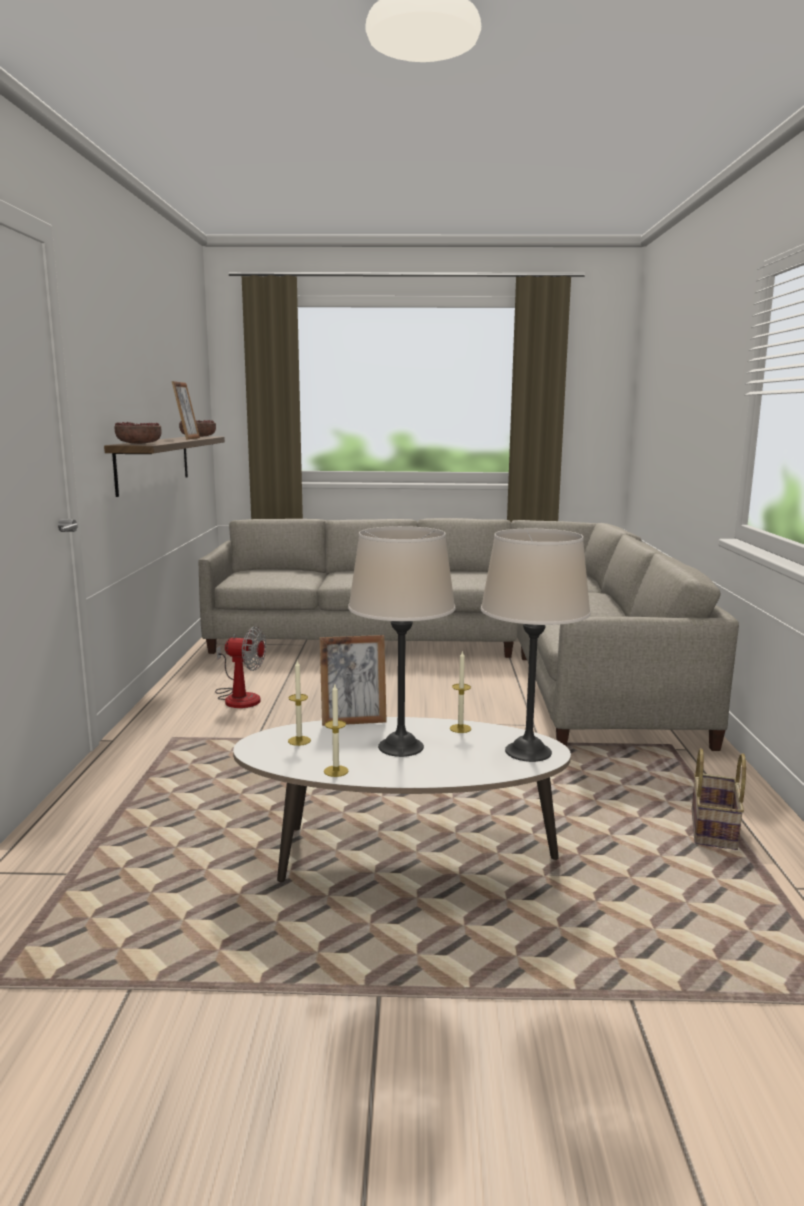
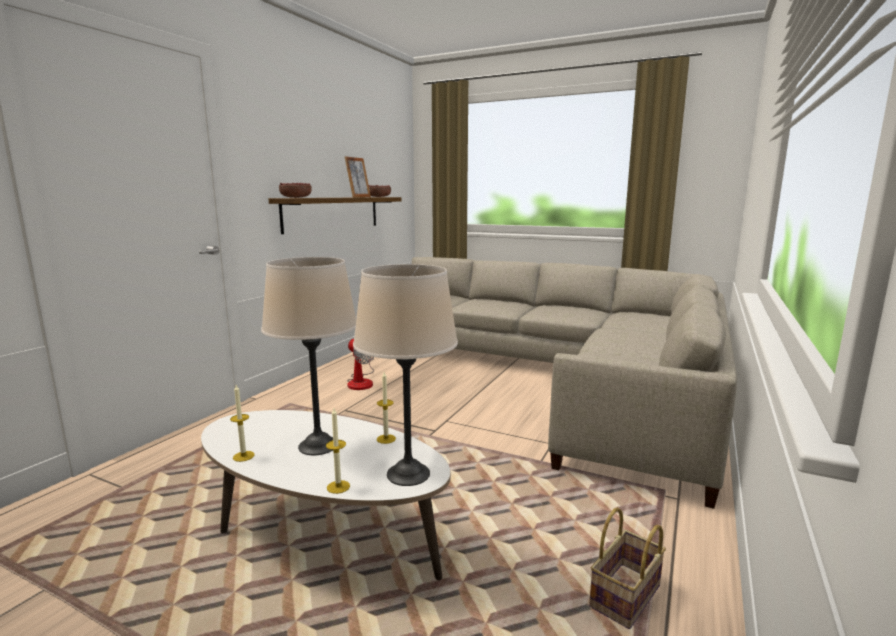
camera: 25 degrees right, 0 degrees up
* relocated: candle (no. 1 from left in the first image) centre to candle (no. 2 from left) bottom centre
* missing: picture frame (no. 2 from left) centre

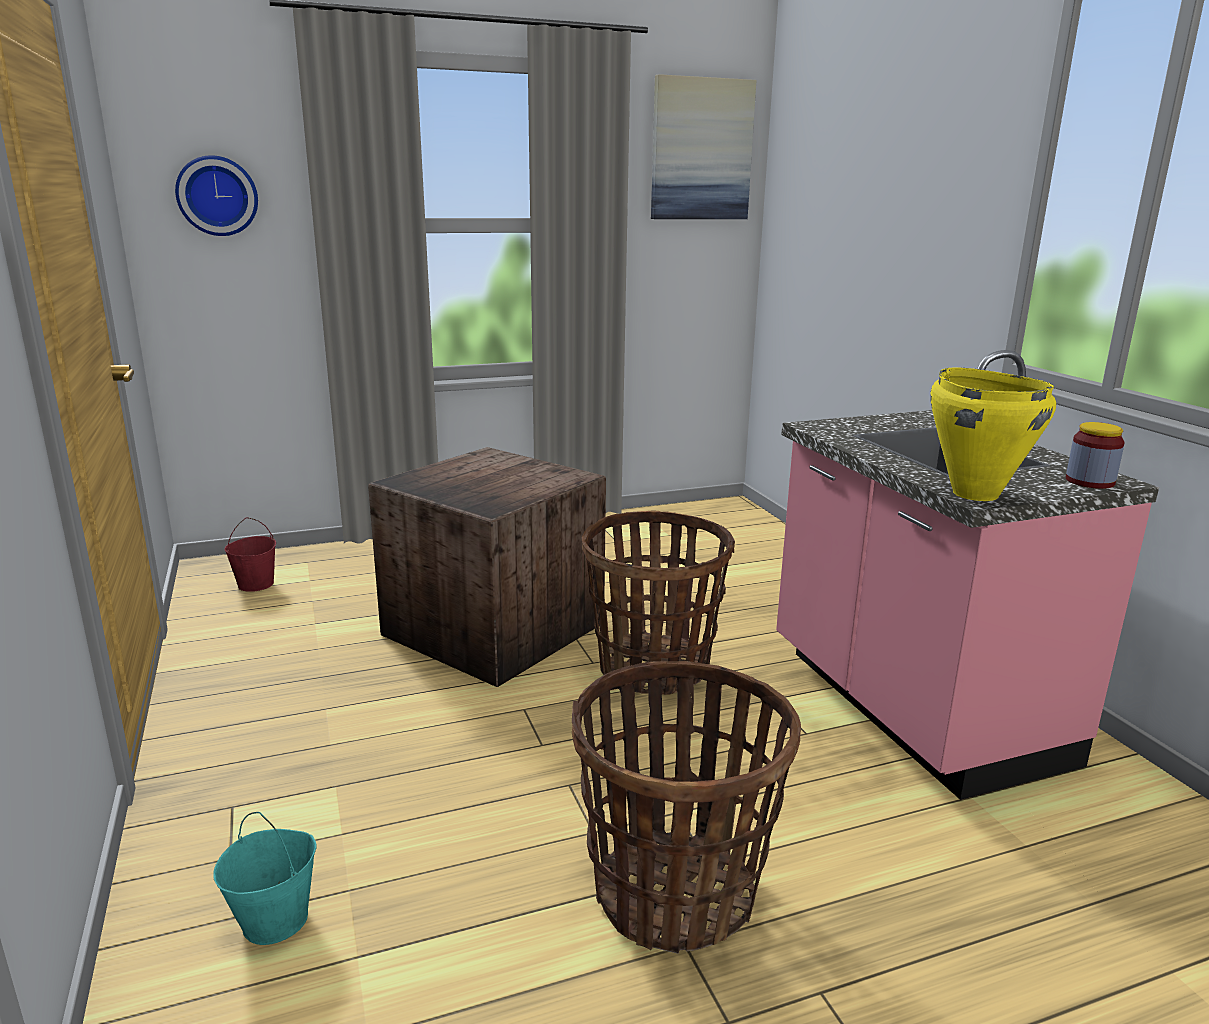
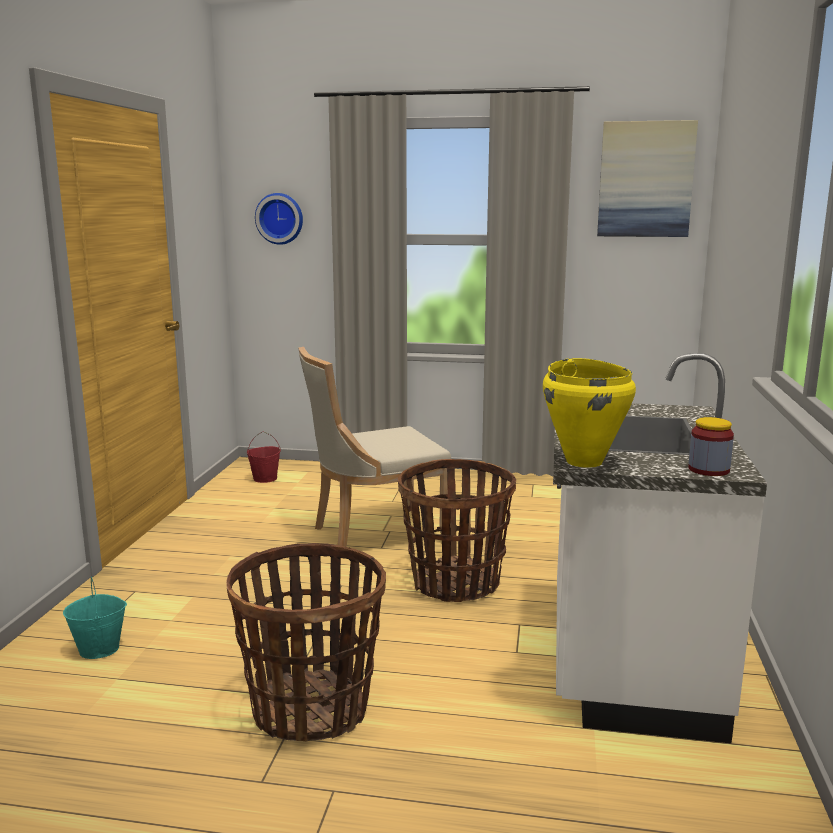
camera: 30 degrees right, 5 degrees down
* exchanged: crate centre to beige chair centre
* colour: pink counter middle right to white counter middle right

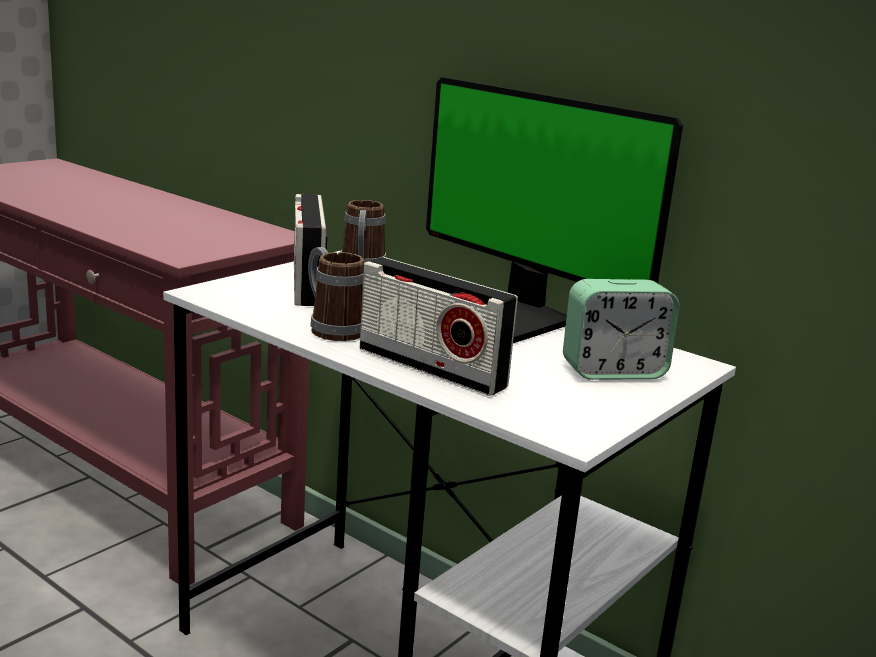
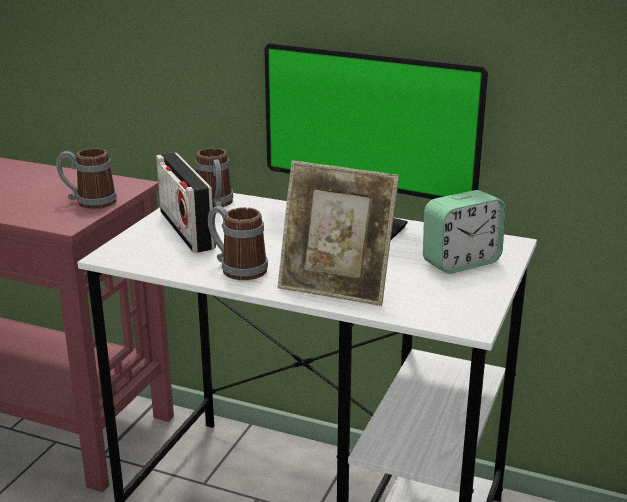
camera: 15 degrees left, 5 degrees up
* appeared: mug (no. 1 from left) middle left
* exchanged: radio (no. 2 from left) centre to picture frame centre

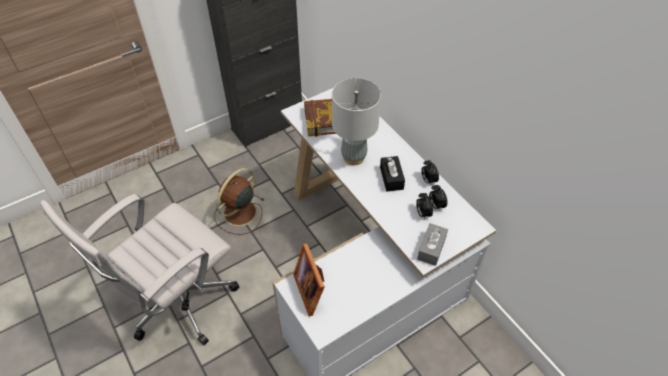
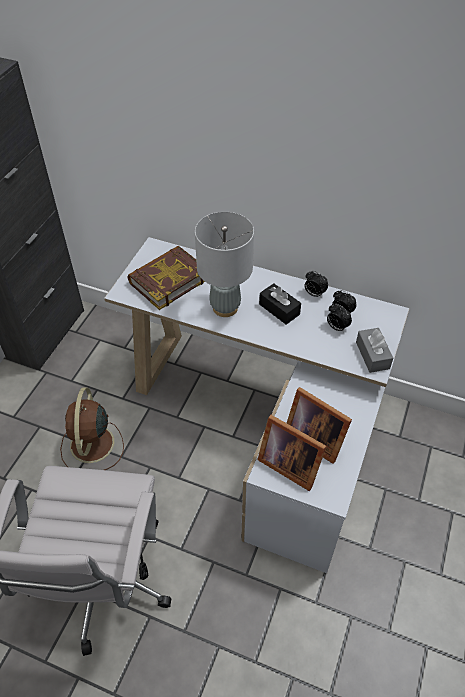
camera: 35 degrees left, 0 degrees up
* appeared: picture frame (no. 2 from left) middle right

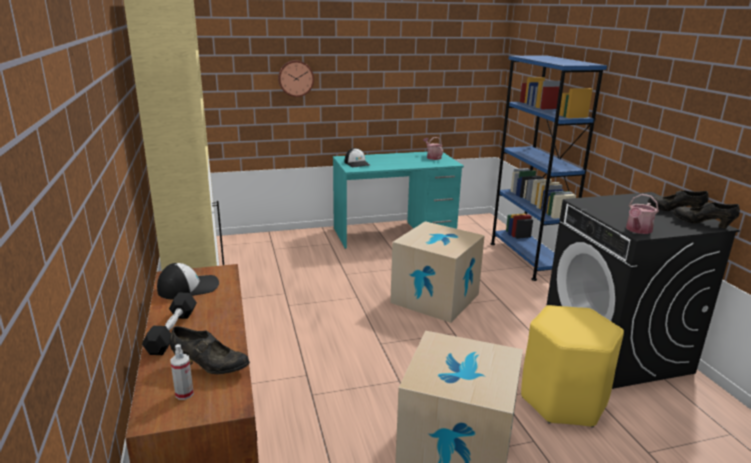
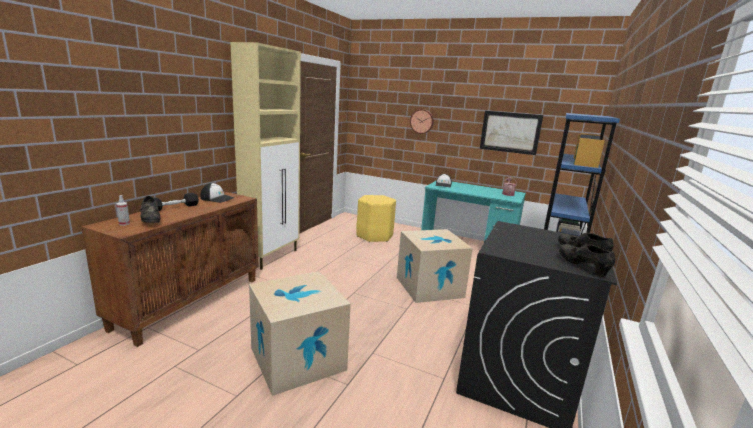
camera: 40 degrees right, 5 degrees down
* relocated: yellow stool bottom right to centre
* appeared: picture top right
* missing: watering can (no. 2 from left) middle right

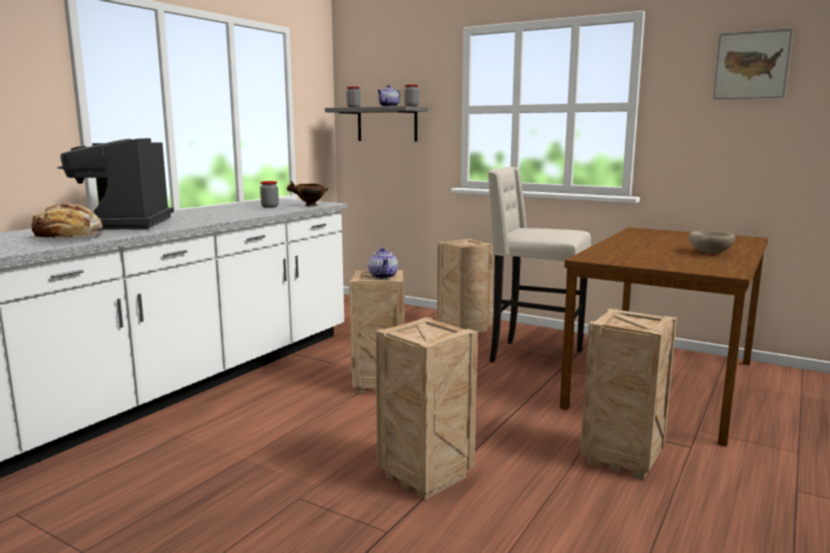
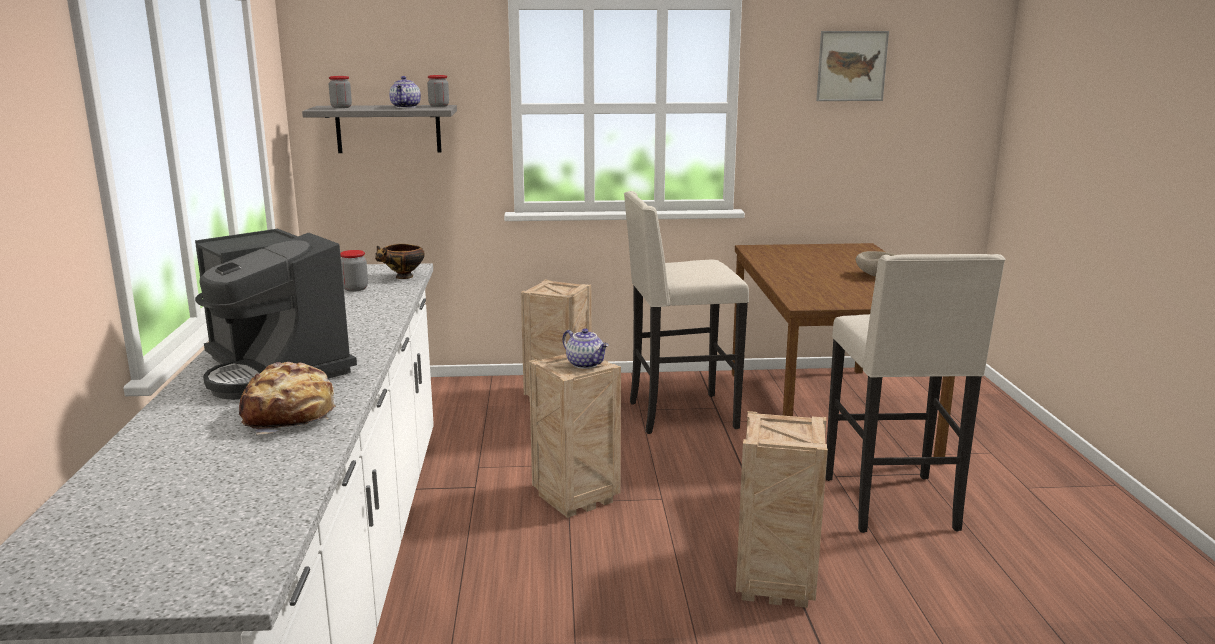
camera: 35 degrees left, 5 degrees up
* exchanged: crate (no. 4 from left) bottom right to beige stool (no. 2 from left) middle right

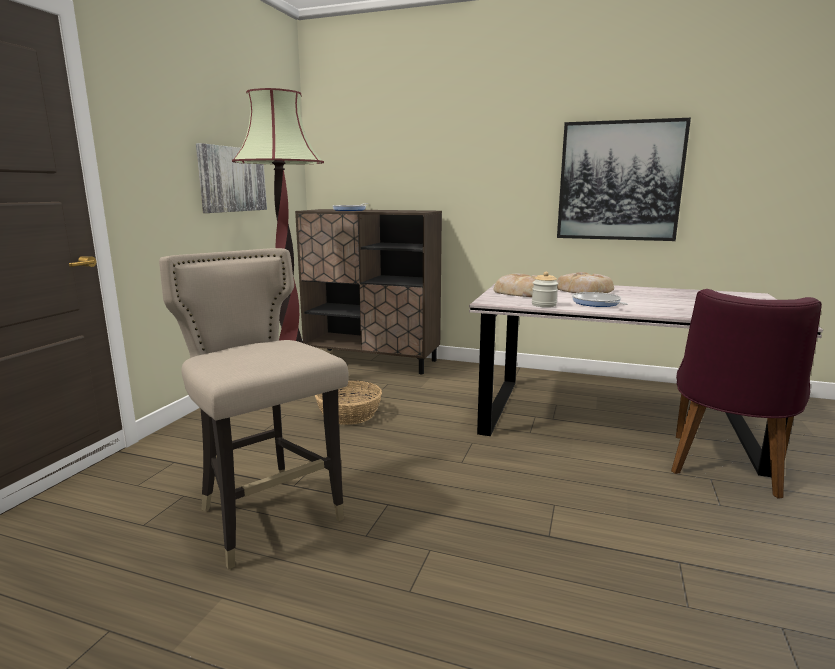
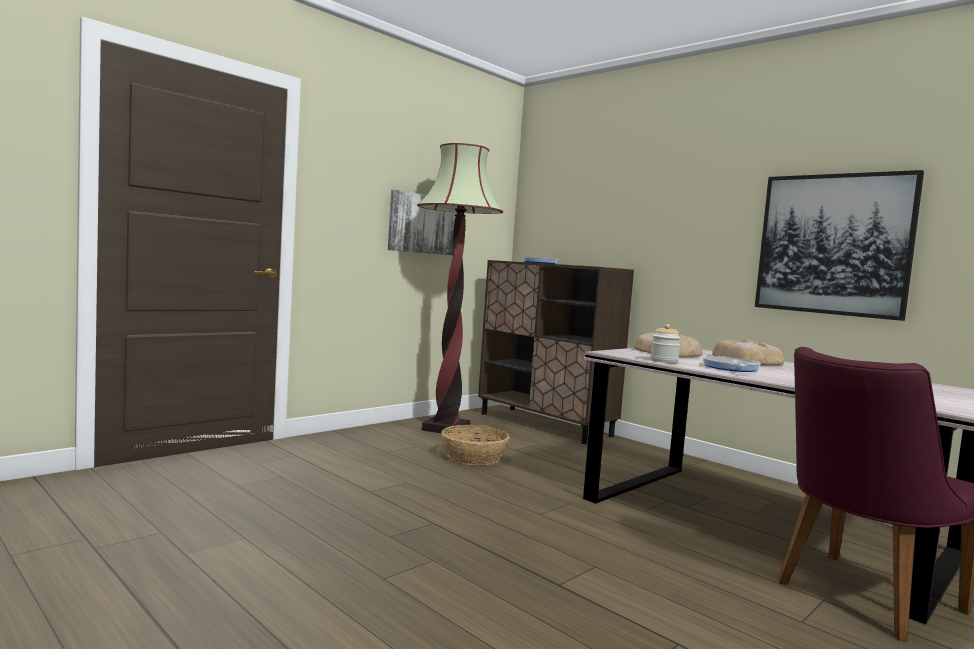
camera: 25 degrees right, 10 degrees down
* missing: beige stool middle left

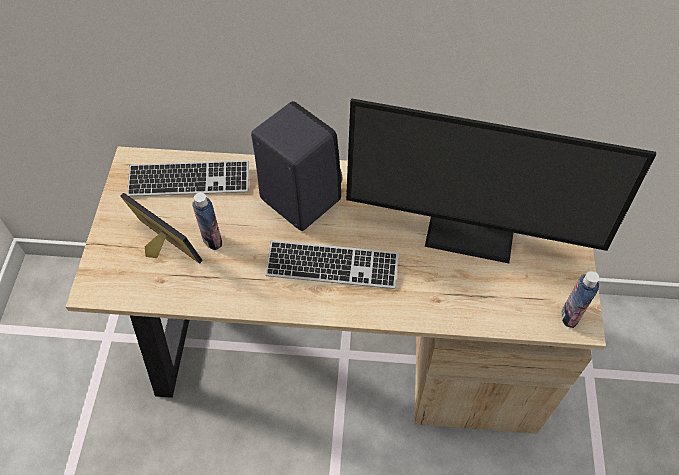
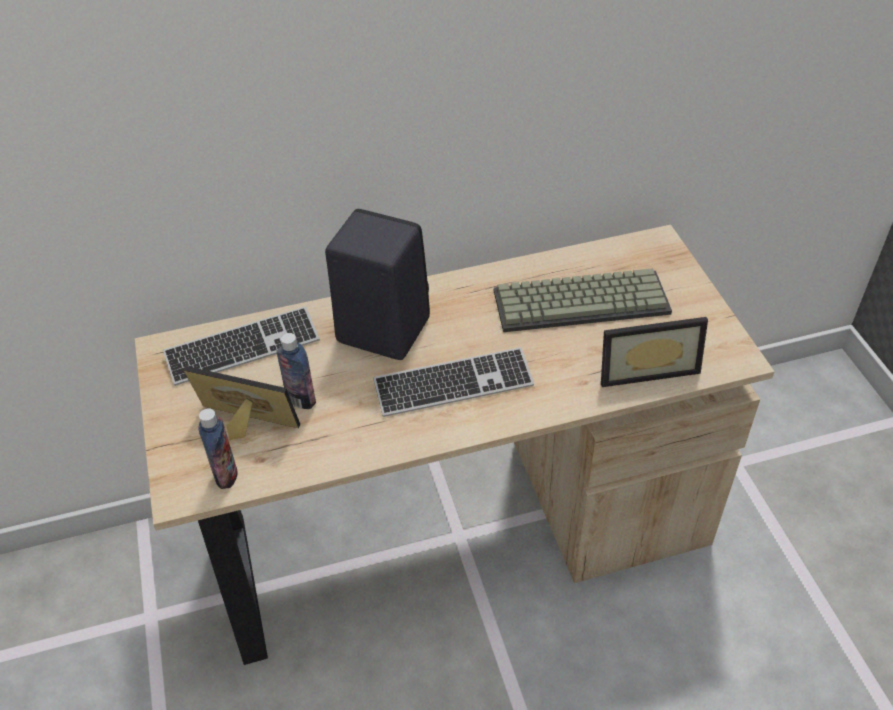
camera: 20 degrees left, 10 degrees down
* relocated: bottle (no. 2 from left in the first image) middle right to bottle (no. 1 from left) middle left
* exchanged: monitor middle right to keyboard (no. 3 from left) centre
* appeared: picture frame (no. 2 from left) middle right

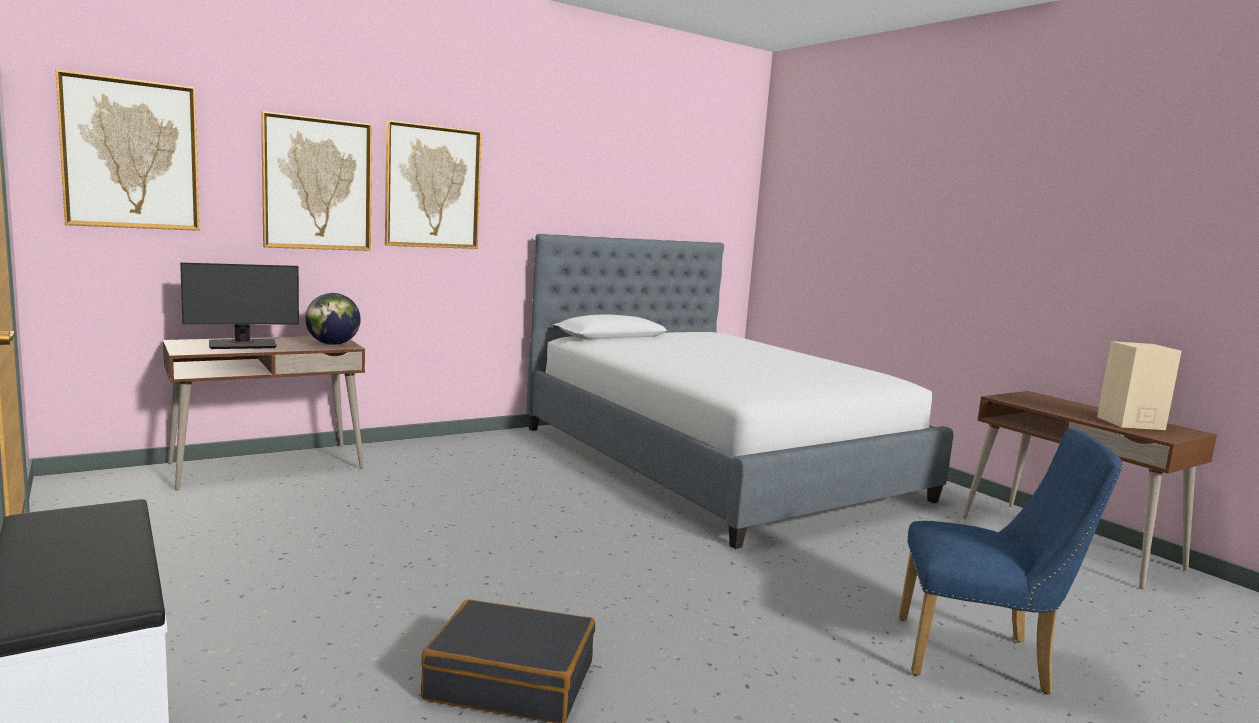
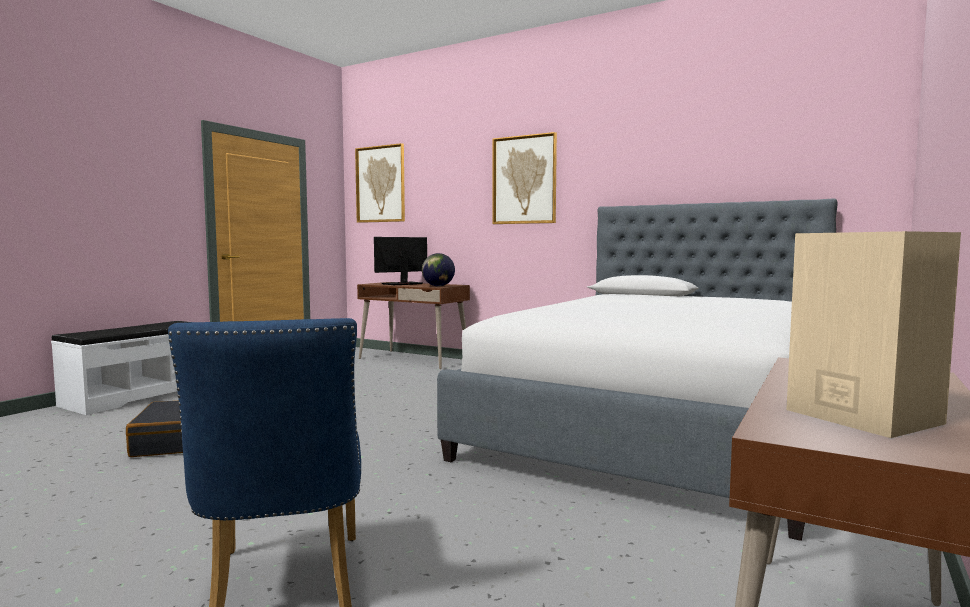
camera: 65 degrees right, 5 degrees down
* spun: monitor middle left = centre 105 degrees clockwise
* missing: picture (no. 2 from left) top left

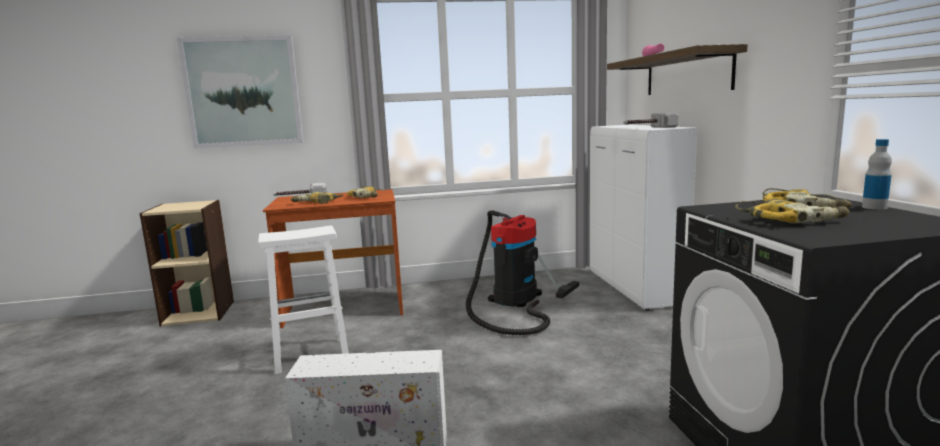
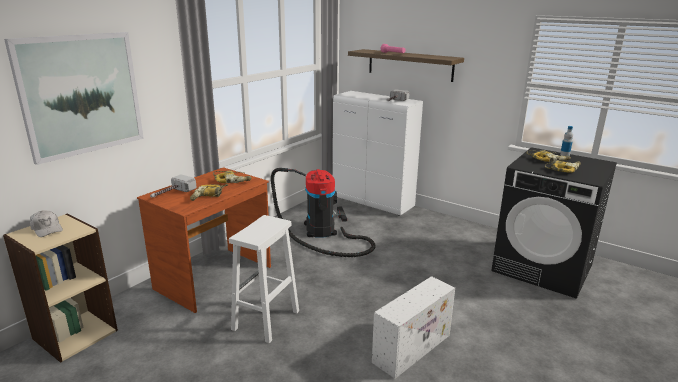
camera: 45 degrees left, 10 degrees up
* appeared: white cap middle left

